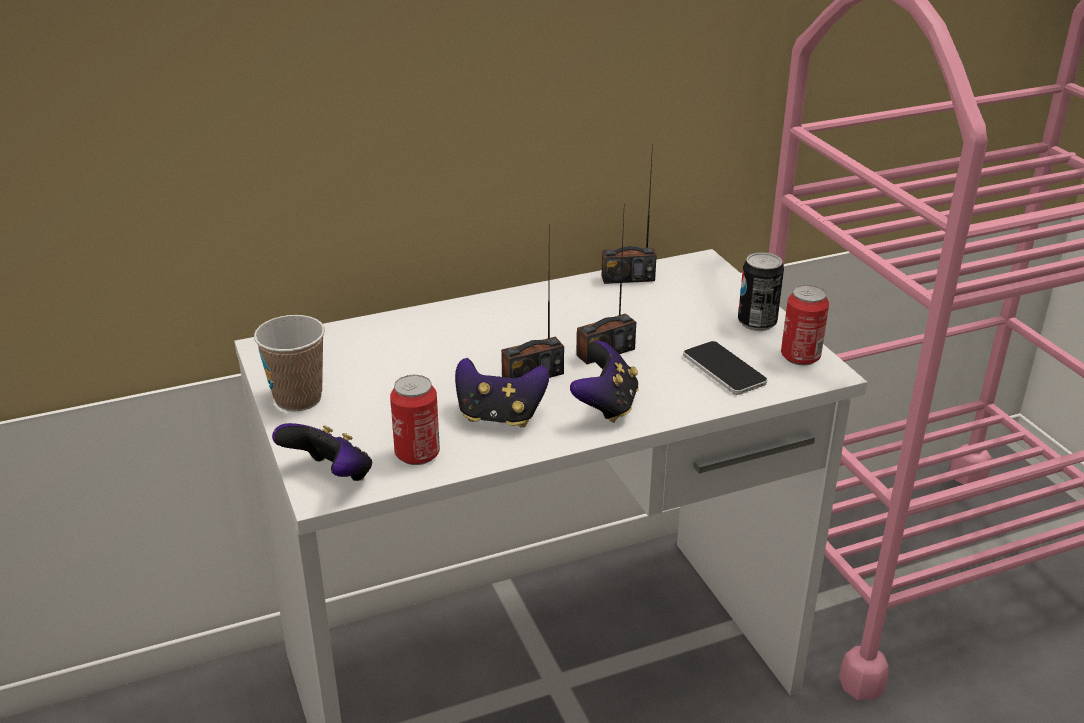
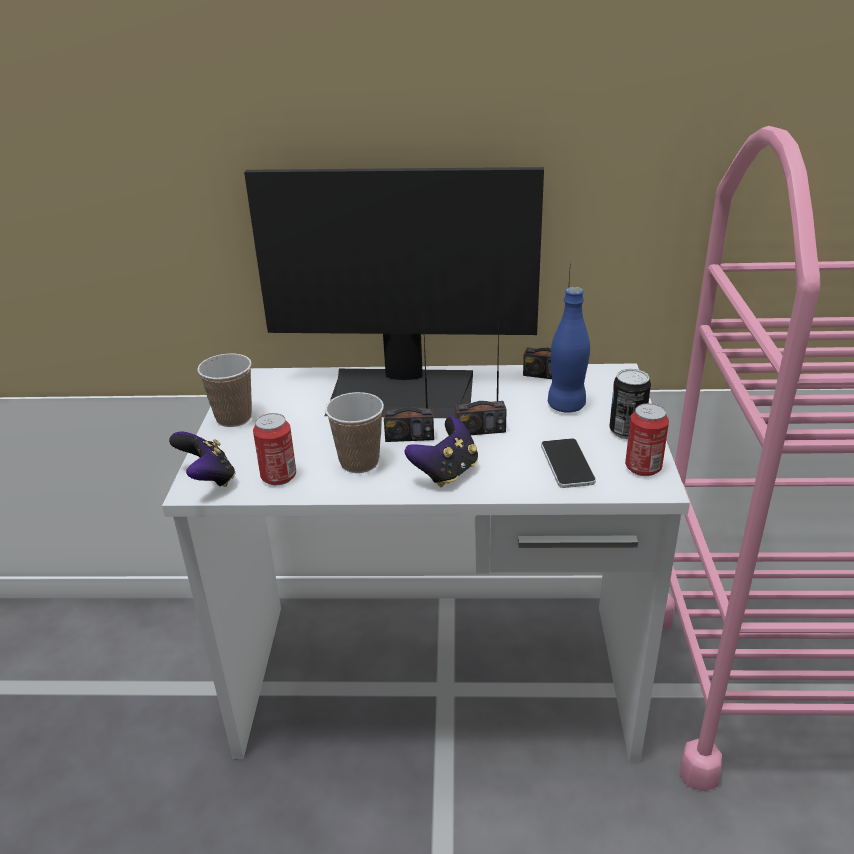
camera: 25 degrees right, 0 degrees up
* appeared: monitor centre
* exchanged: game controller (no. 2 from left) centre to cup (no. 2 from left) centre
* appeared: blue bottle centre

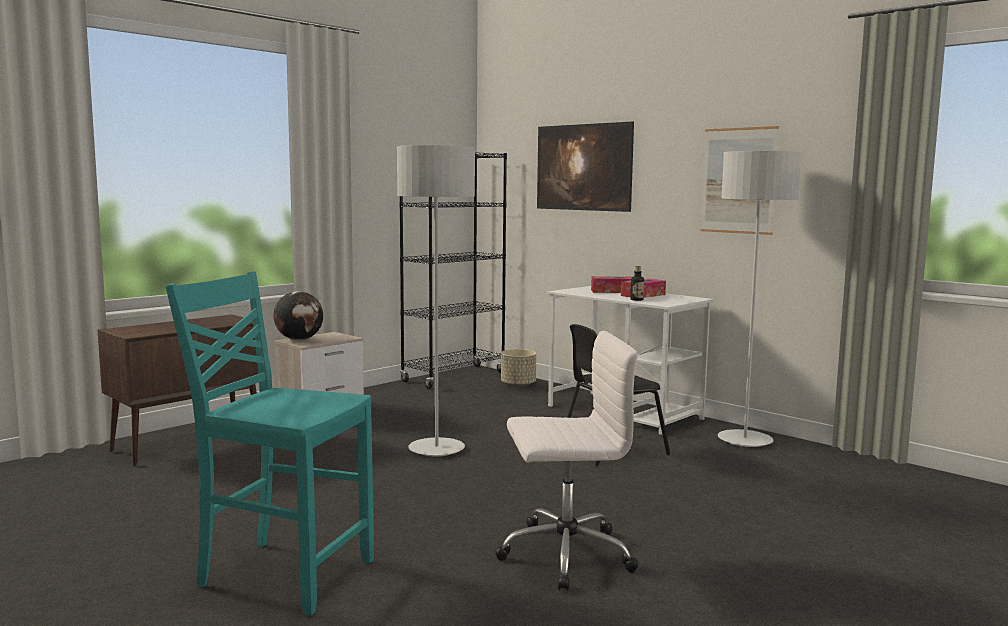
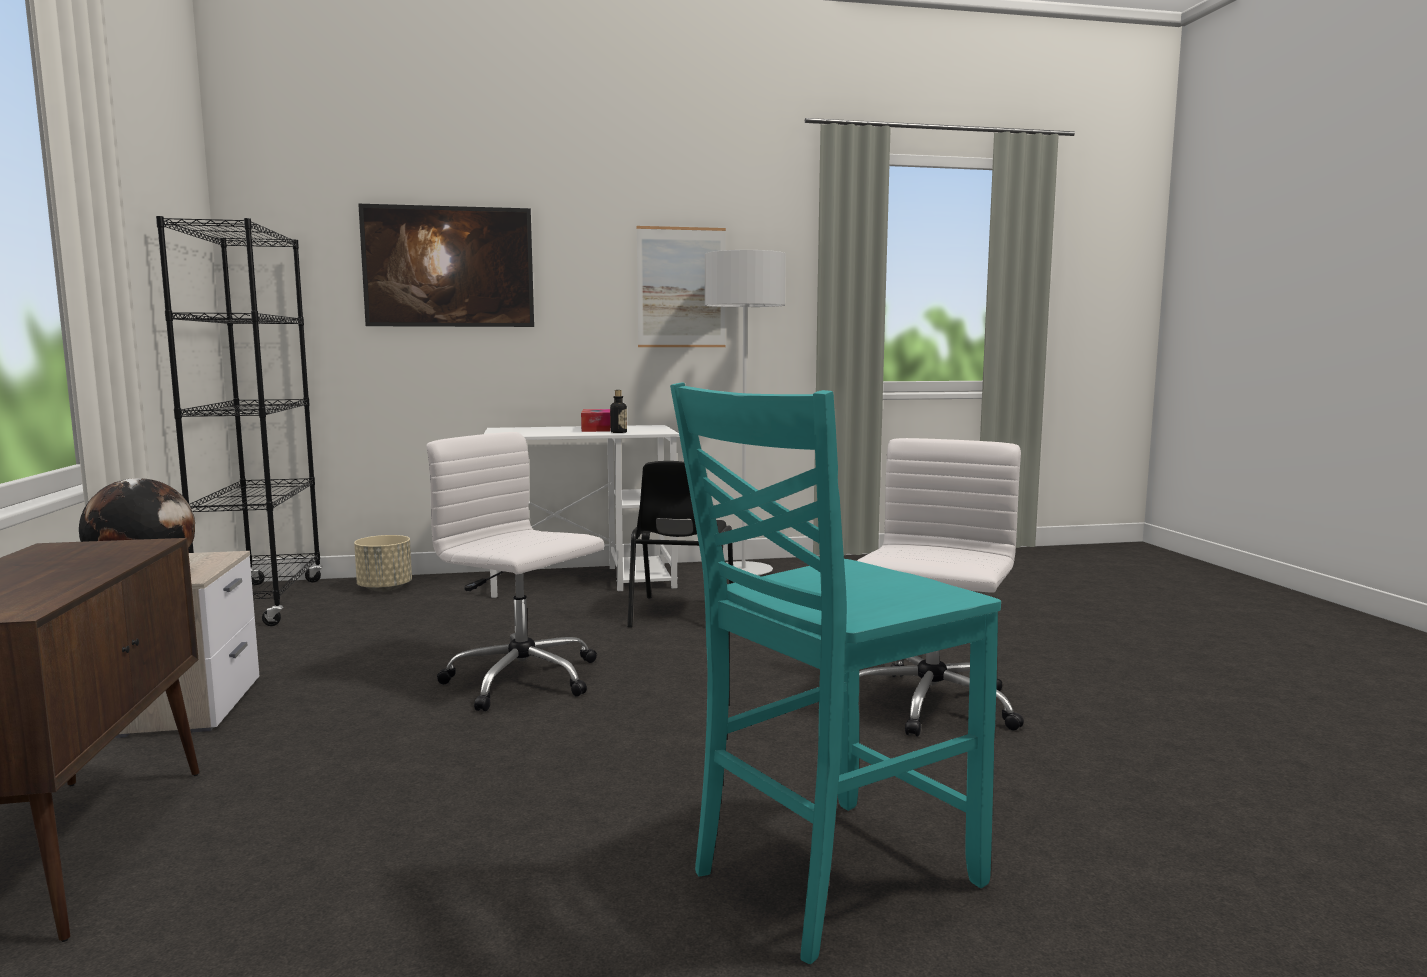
camera: 55 degrees left, 0 degrees up
* exchanged: grey floor lamp (no. 1 from left) centre to white office chair (no. 1 from left) centre
* missing: tissue box (no. 1 from left) centre

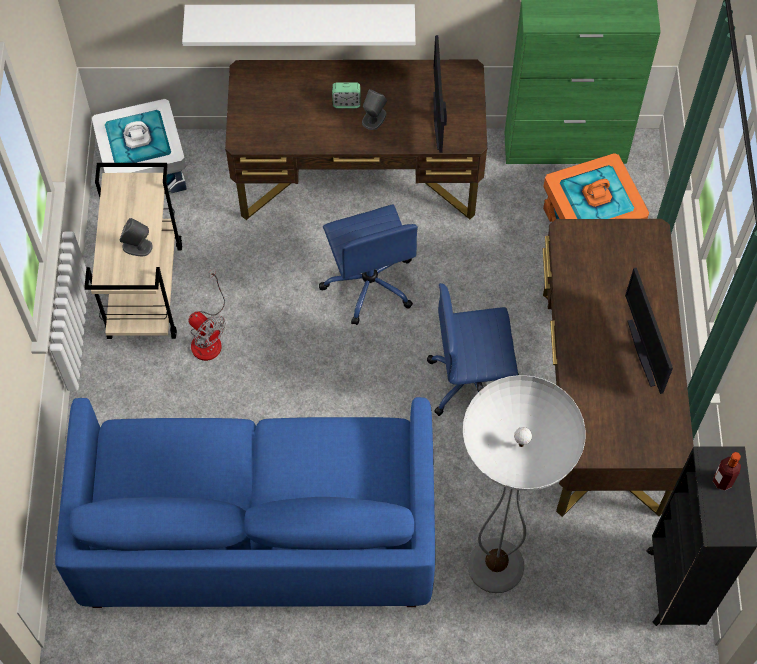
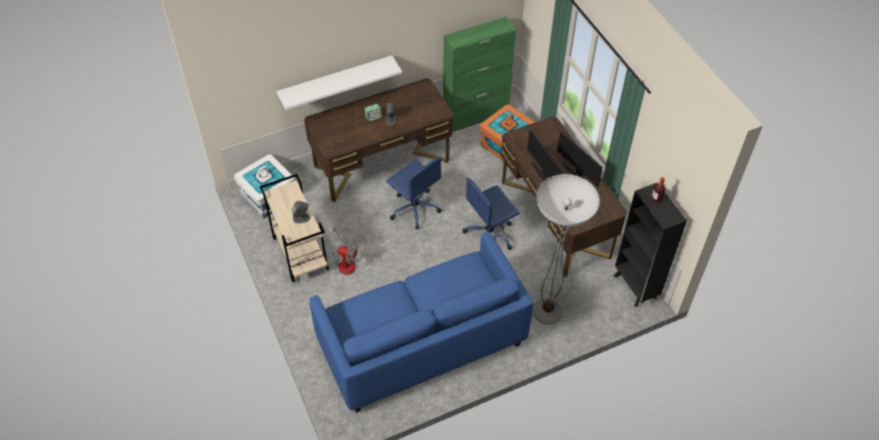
camera: 25 degrees left, 10 degrees down
* relocated: monitor (no. 1 from left) top centre to centre

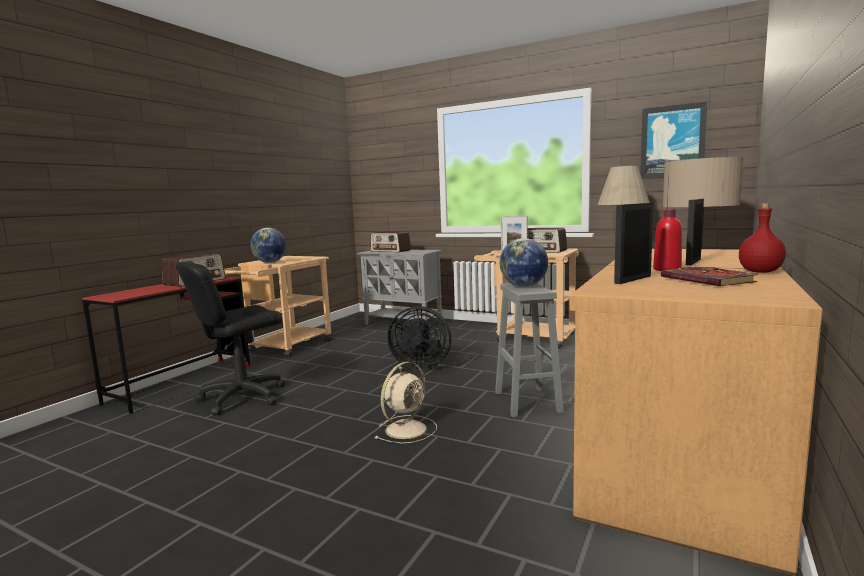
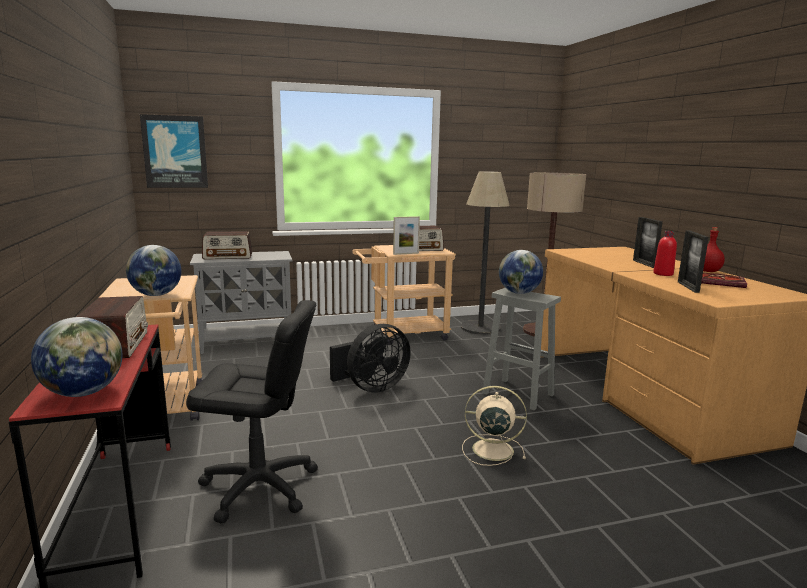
camera: 45 degrees left, 5 degrees up
* appeared: globe (no. 1 from left) middle left
* relocated: picture top right to top left
* spun: black office chair middle left = bottom left 90 degrees counterclockwise
* spun: beige fan bottom centre = bottom centre 75 degrees counterclockwise

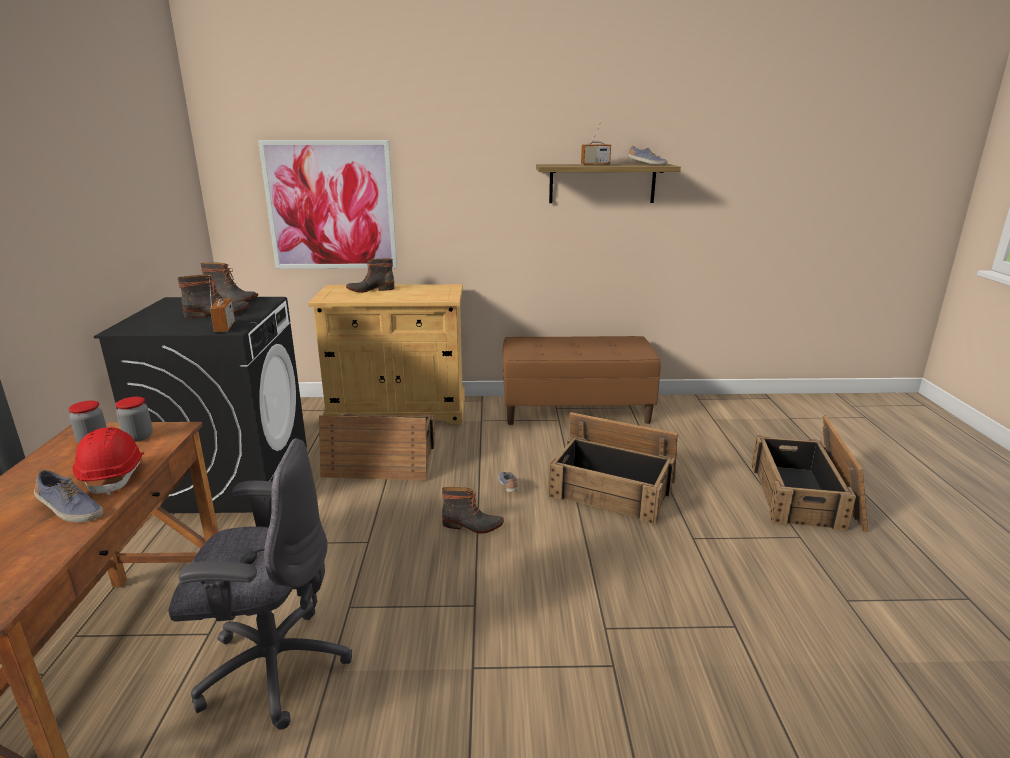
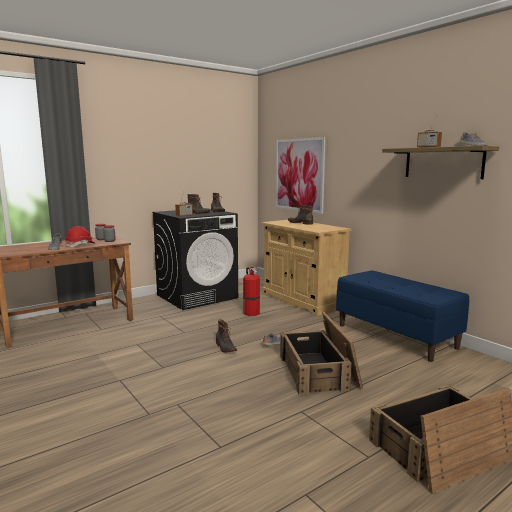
camera: 55 degrees right, 10 degrees down
* exchanged: crate (no. 1 from left) centre to fire extinguisher centre
* colour: brown bench centre to blue bench middle right
* missing: grey office chair bottom left

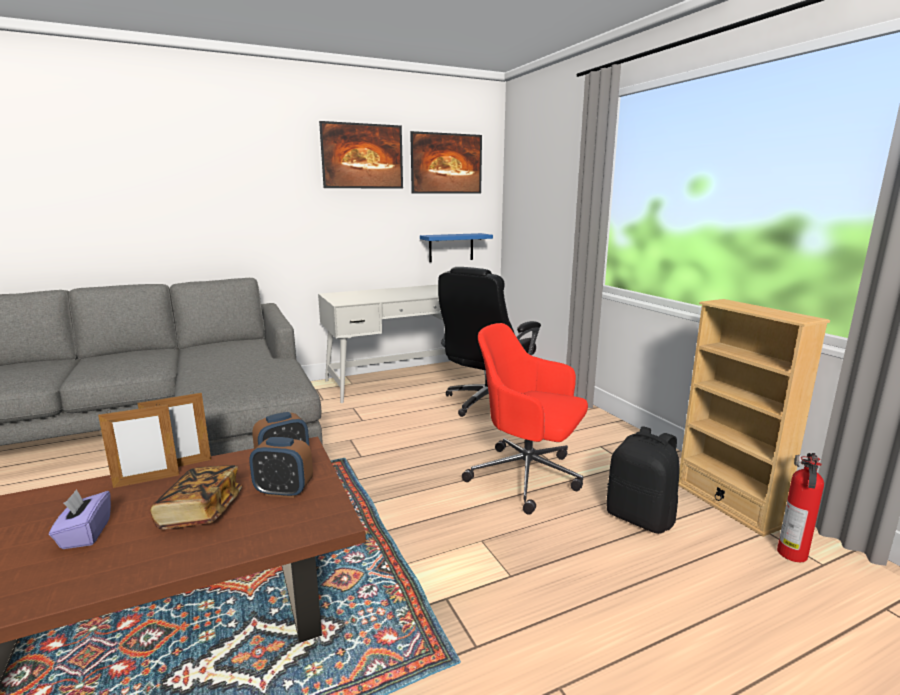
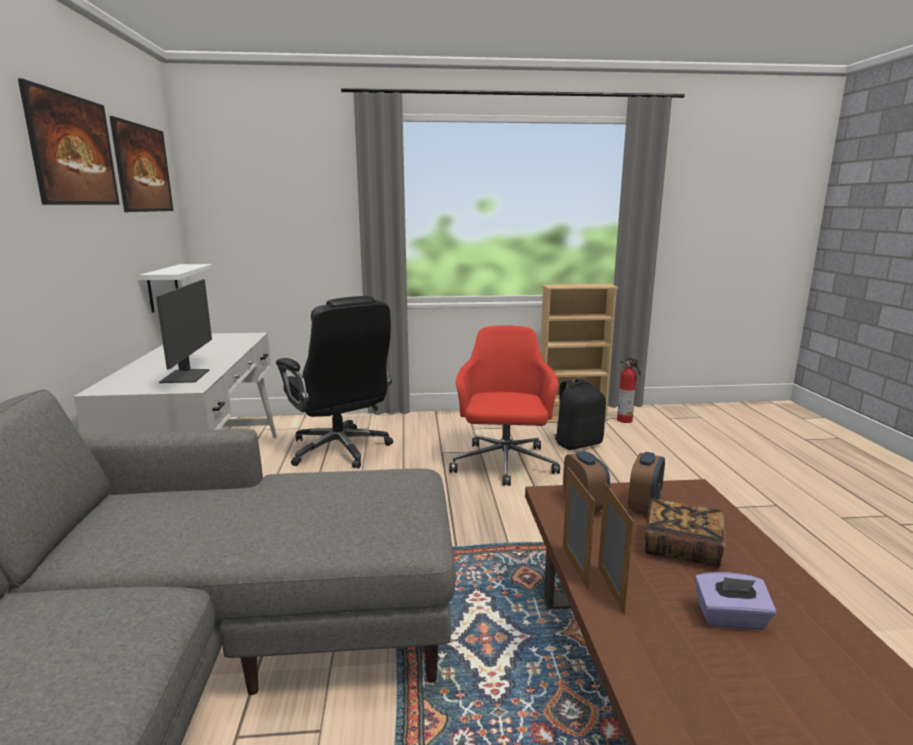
camera: 70 degrees left, 0 degrees up
* colour: blue shelf centre to white shelf middle left
* appeared: monitor middle left
* spun: red office chair centre = centre 135 degrees clockwise

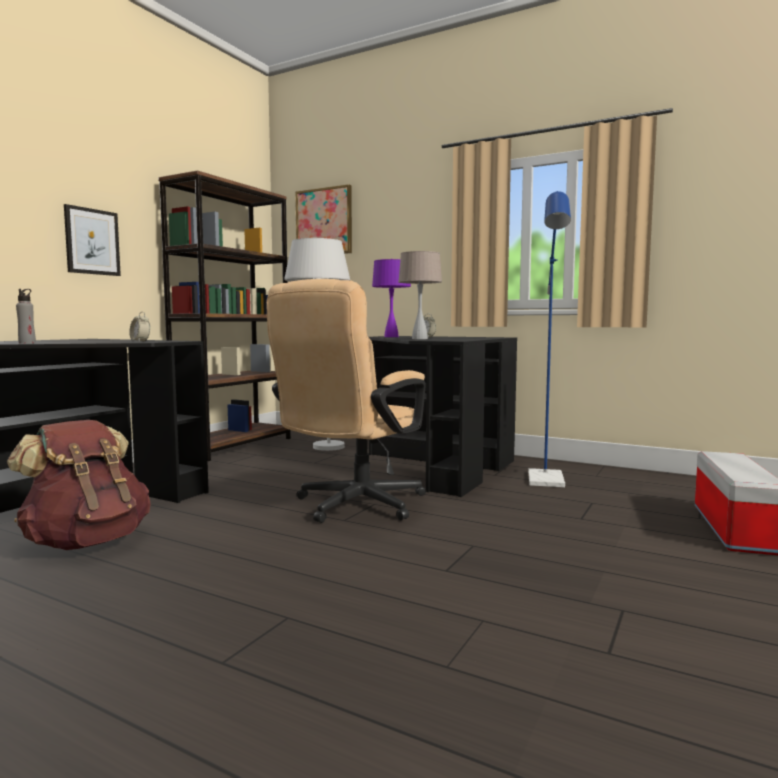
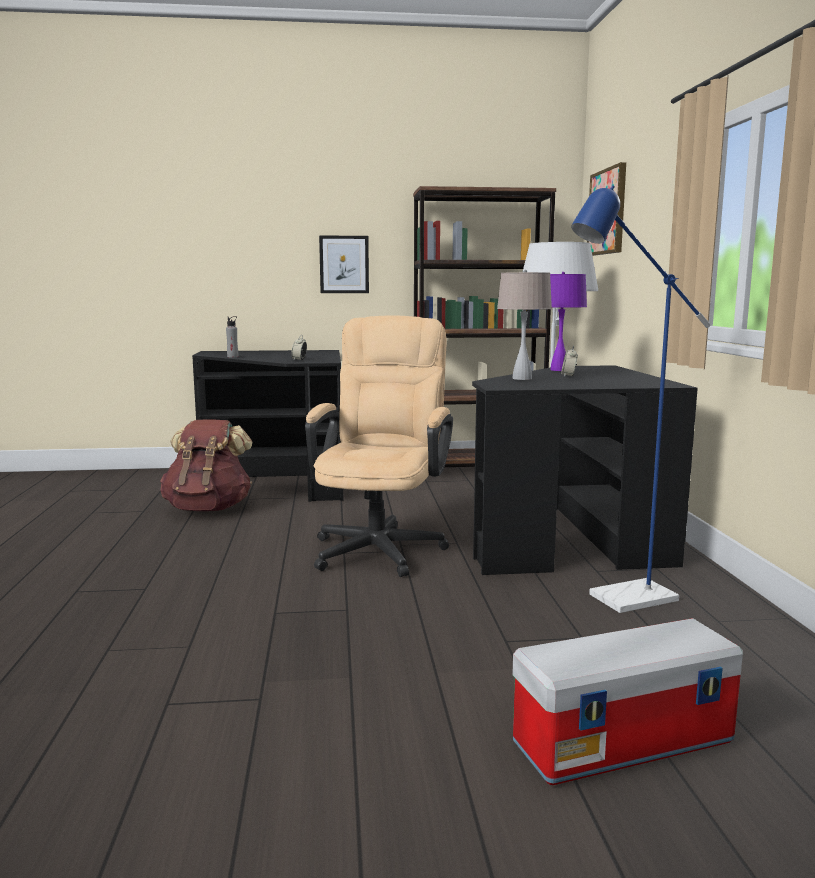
camera: 55 degrees right, 5 degrees up
* spun: beige office chair centre = centre 105 degrees clockwise

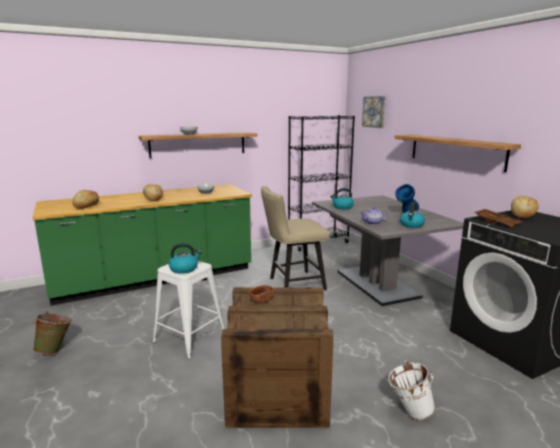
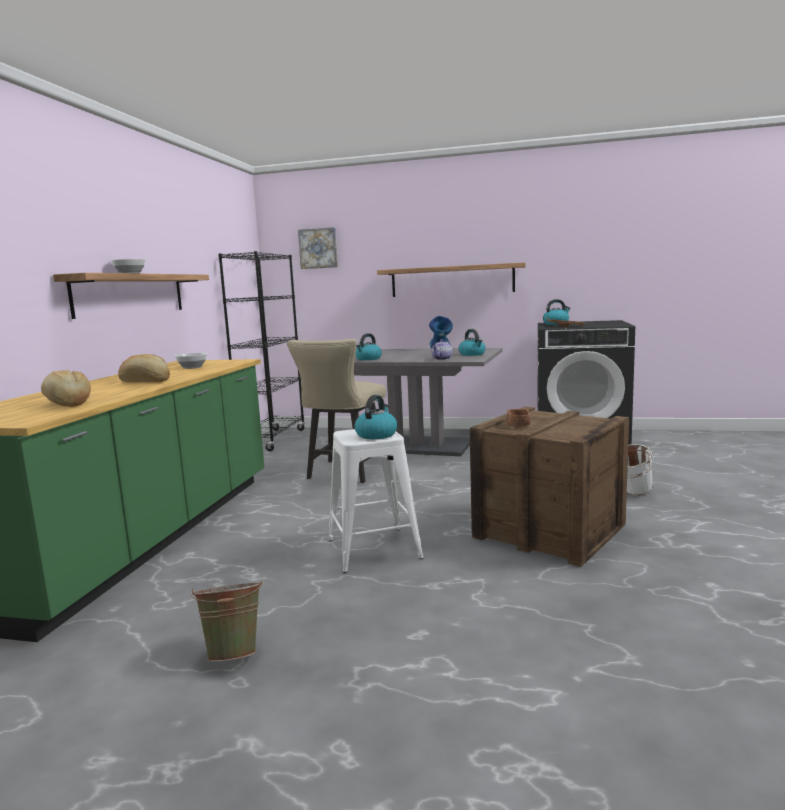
camera: 50 degrees left, 5 degrees down
* exchanged: bread (no. 3 from left) middle right to kettle (no. 4 from left) middle right

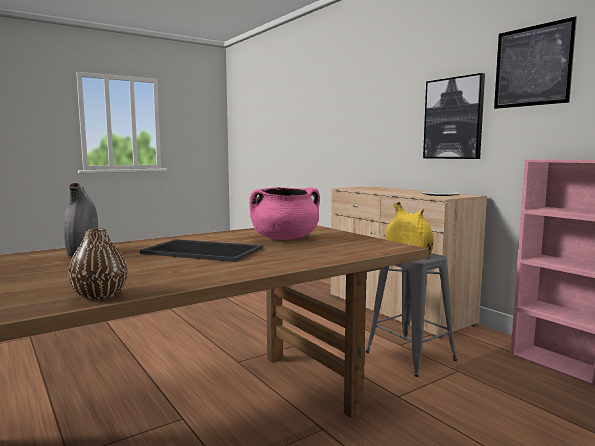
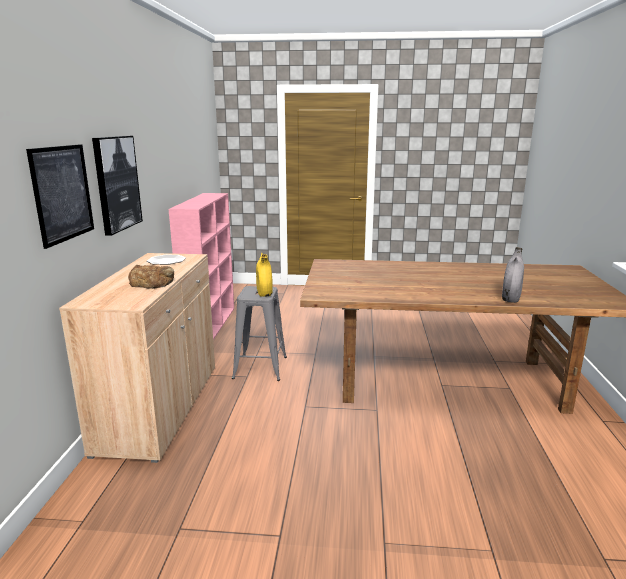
camera: 140 degrees left, 10 degrees up
* relocated: picture (no. 2 from left in the first image) top right to picture (no. 1 from left) middle left
* appeared: bread middle left
* missing: brown vase middle left
* missing: tray centre
* missing: pink cooking pot centre

